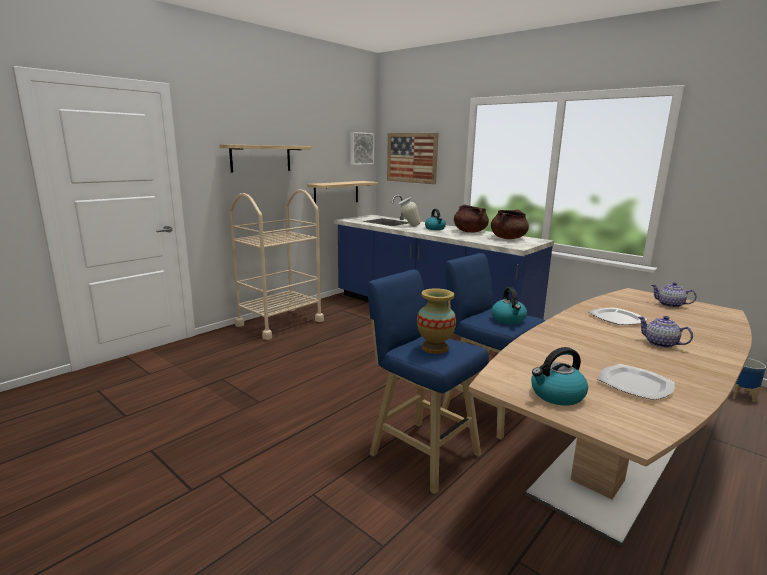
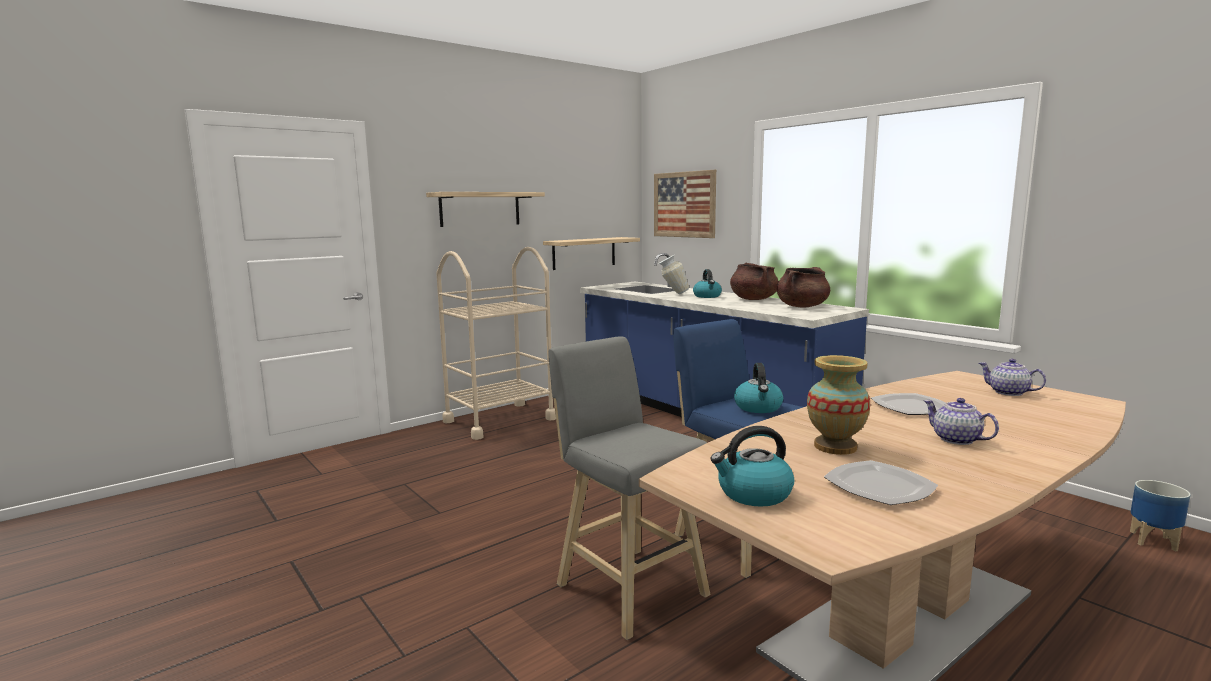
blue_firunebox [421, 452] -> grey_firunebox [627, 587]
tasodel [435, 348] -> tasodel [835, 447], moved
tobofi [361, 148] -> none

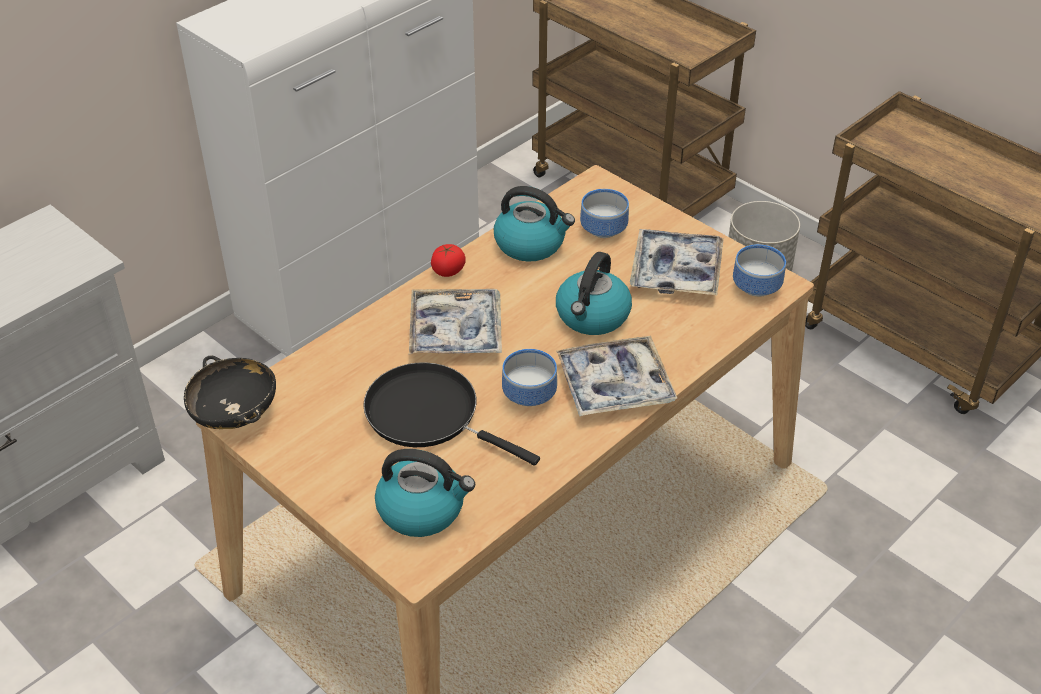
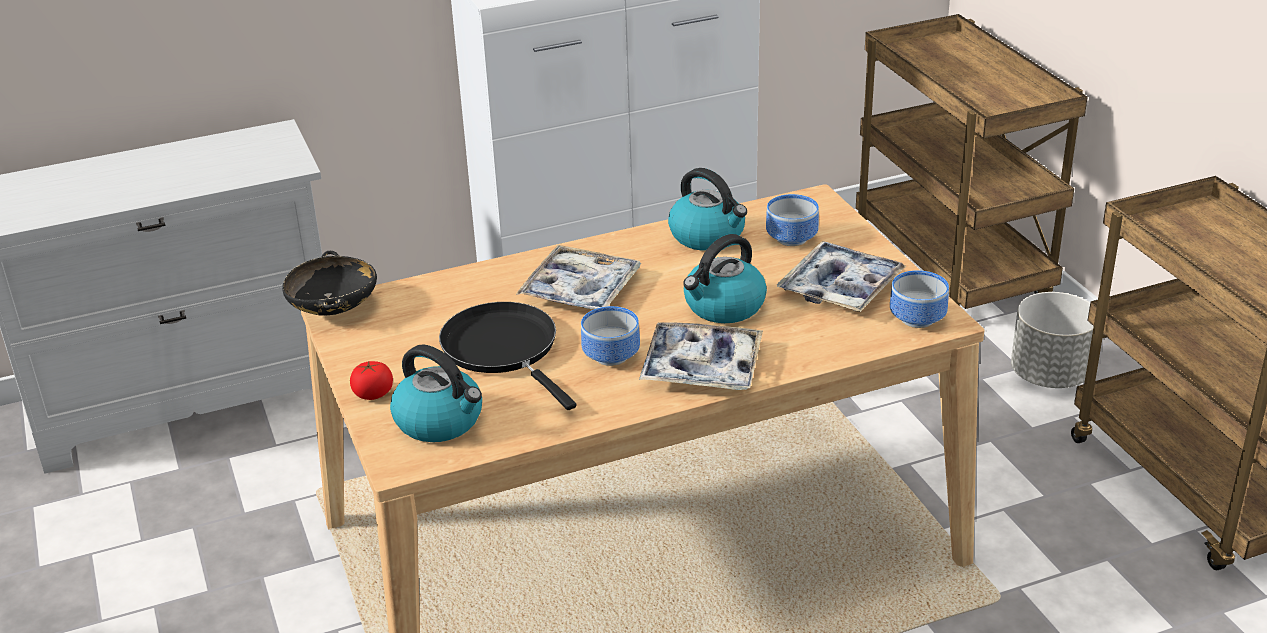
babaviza [448, 271] -> babaviza [373, 394], moved

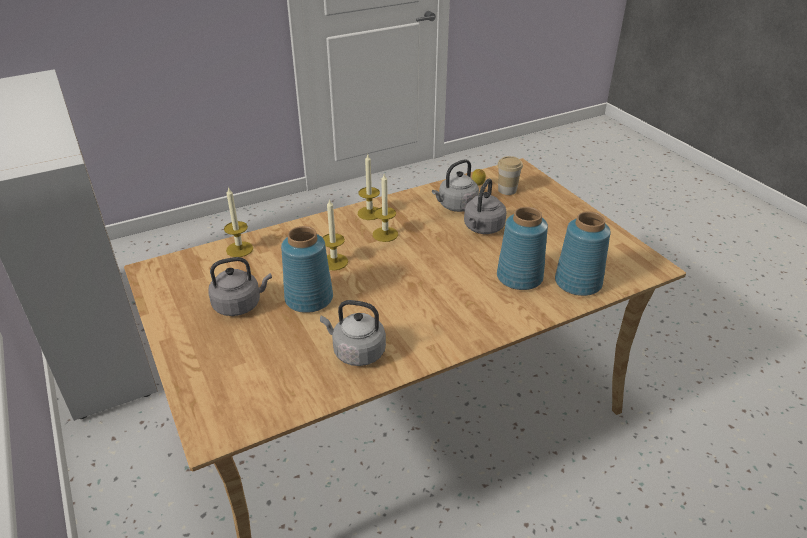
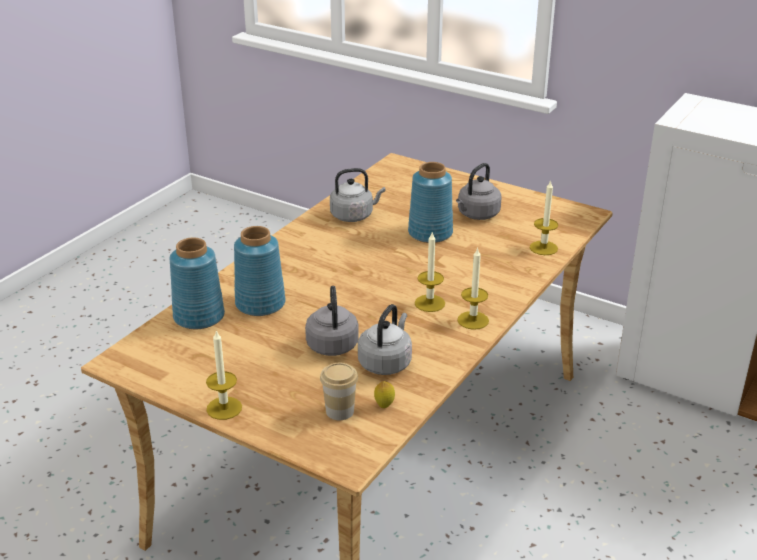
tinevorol [334, 262] -> tinevorol [224, 408], moved

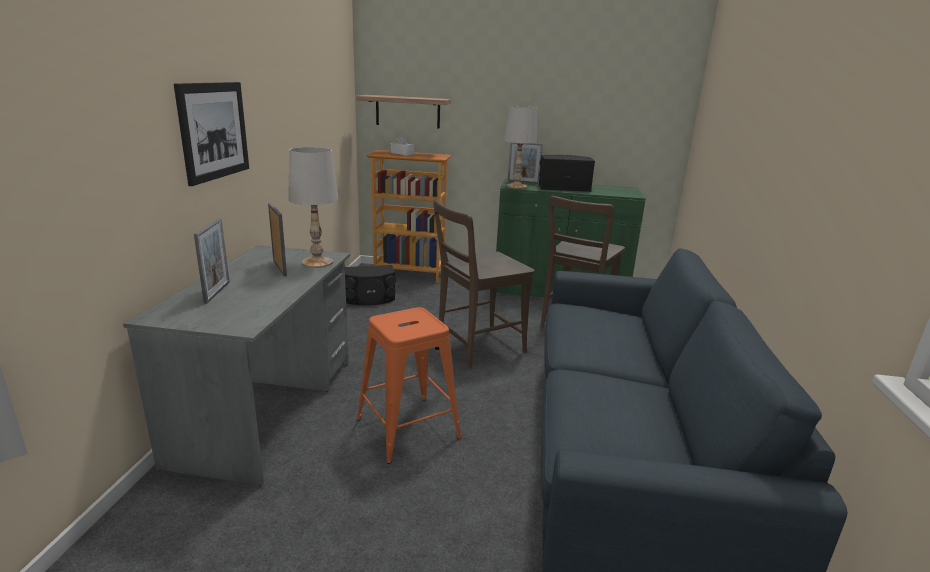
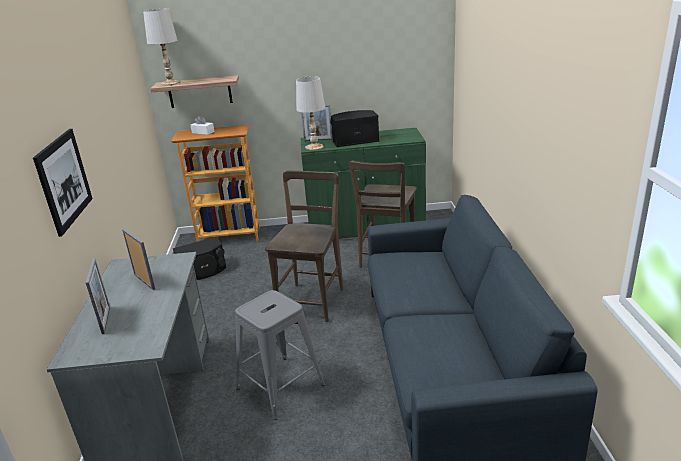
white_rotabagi [318, 262] -> white_rotabagi [171, 83], moved
orange_firunebox [408, 428] -> grey_firunebox [280, 386]
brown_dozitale [476, 347] -> brown_dozitale [312, 300], 150 degrees clockwise

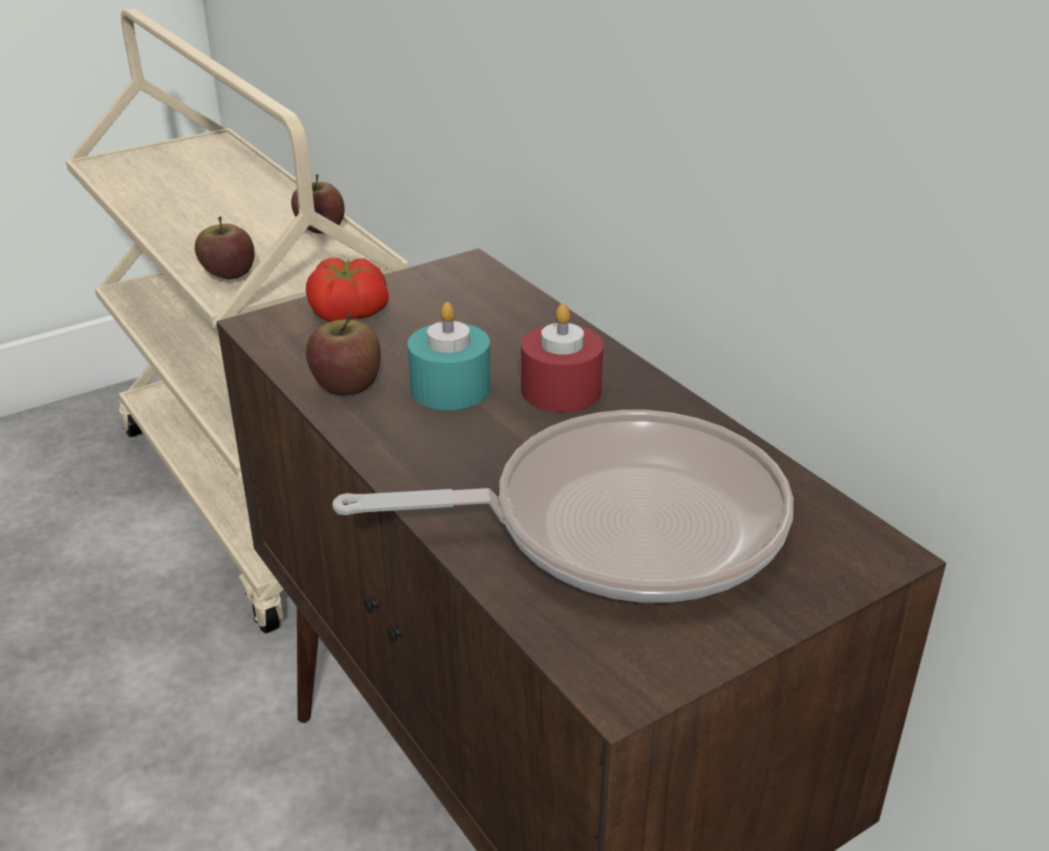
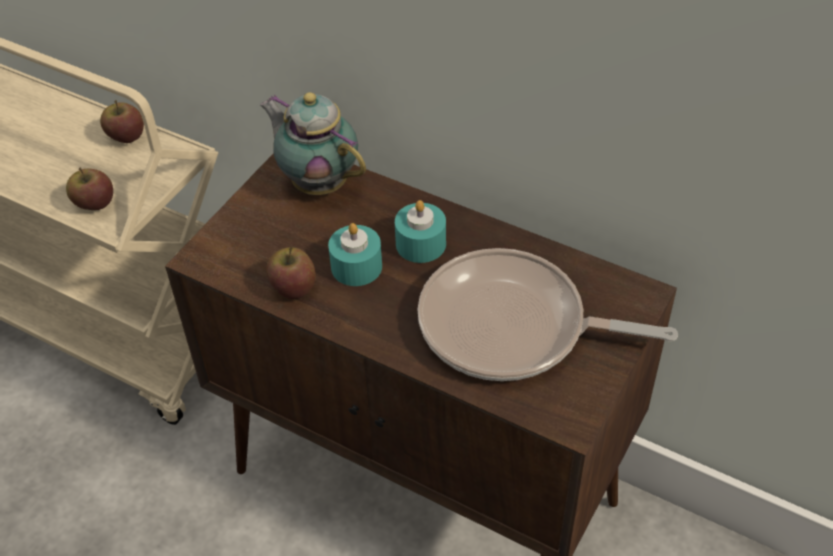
none -> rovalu [318, 182]
red_tinevorol [561, 390] -> turquoise_tinevorol [421, 244]
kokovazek [619, 524] -> kokovazek [512, 327], 135 degrees counterclockwise
babaviza [346, 316] -> none

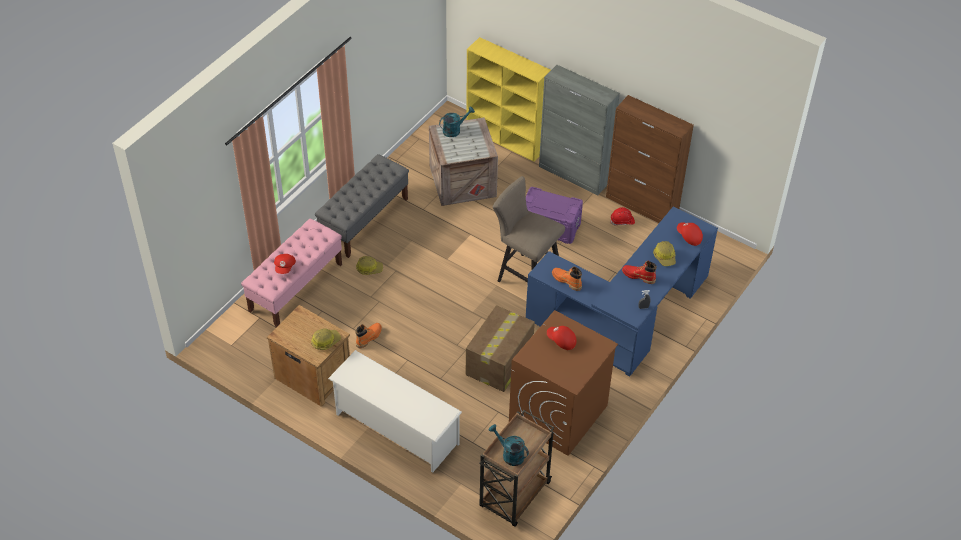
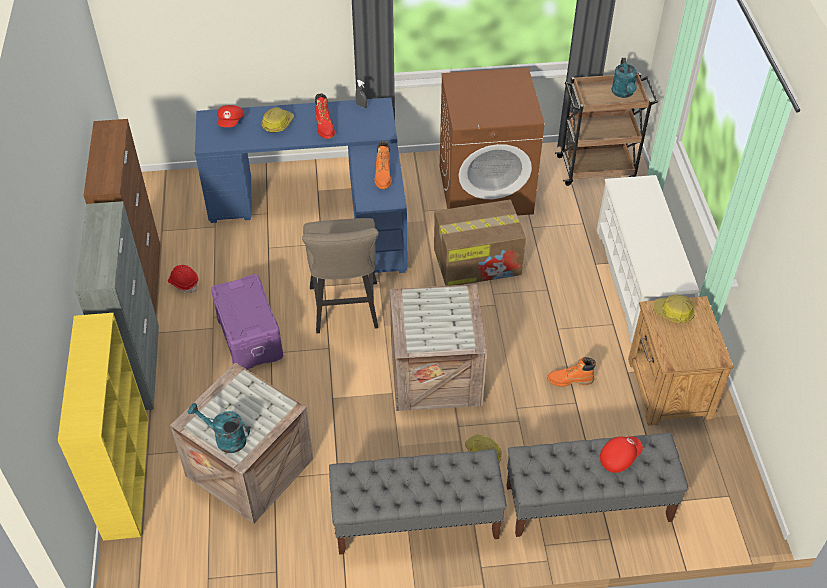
none -> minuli [434, 374]
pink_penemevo [296, 287] -> grey_penemevo [587, 503]
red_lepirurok [561, 341] -> none

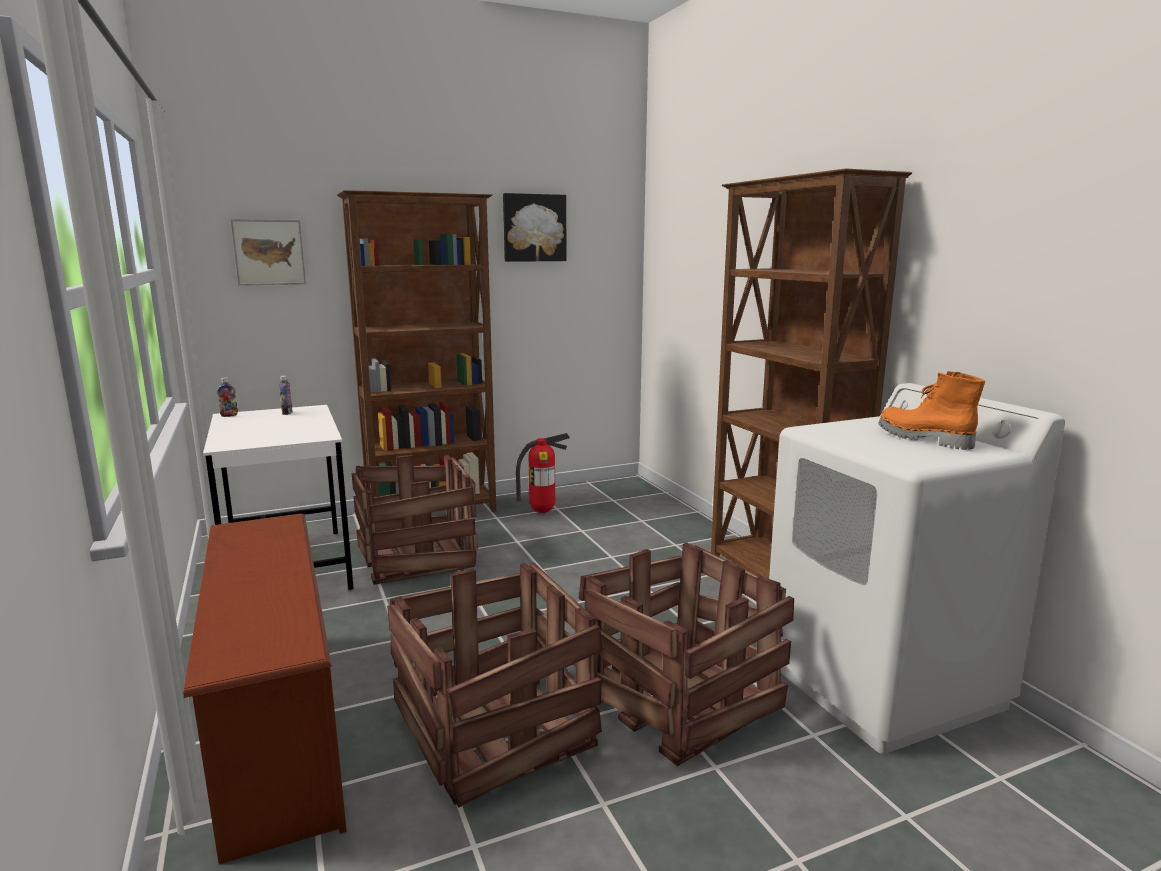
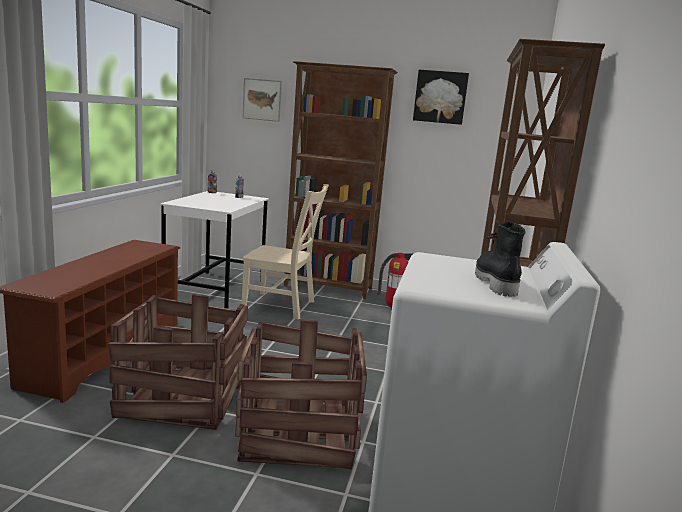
minuli [416, 557] -> beige_dozitale [282, 306]
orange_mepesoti [922, 439] -> black_mepesoti [494, 282]

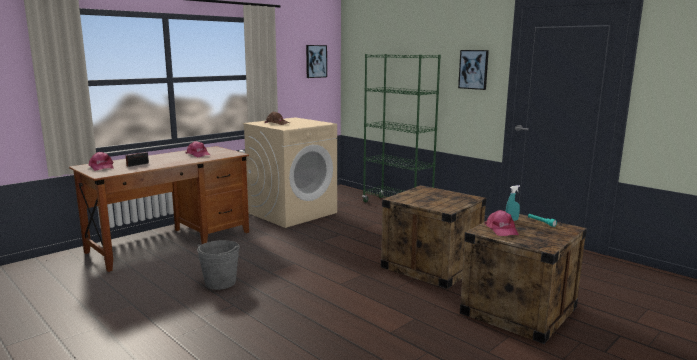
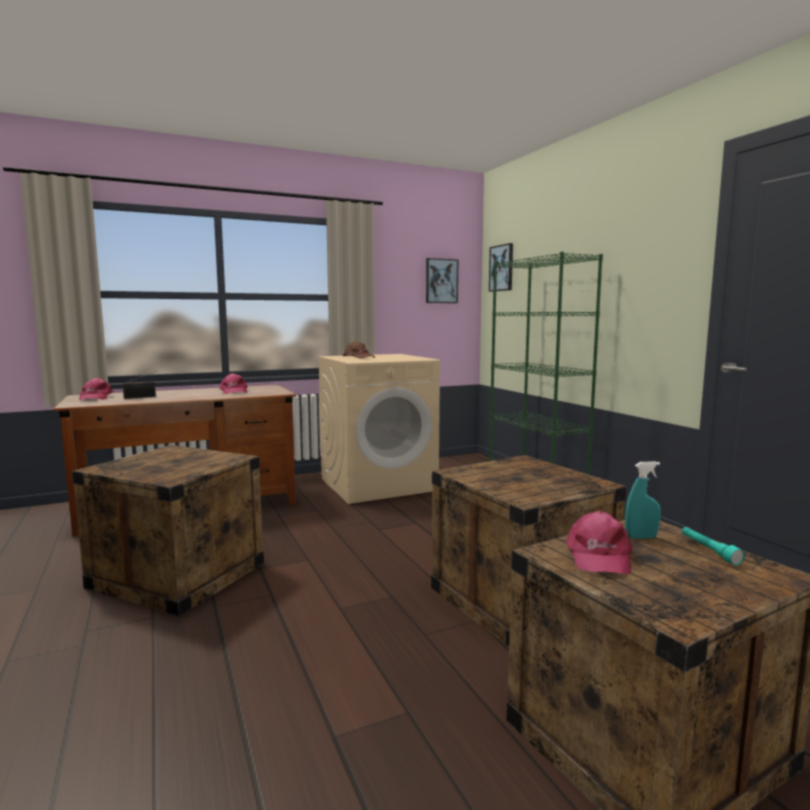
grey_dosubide [220, 283] -> minuli [177, 575]
tobofi [473, 69] -> tobofi [501, 268], moved

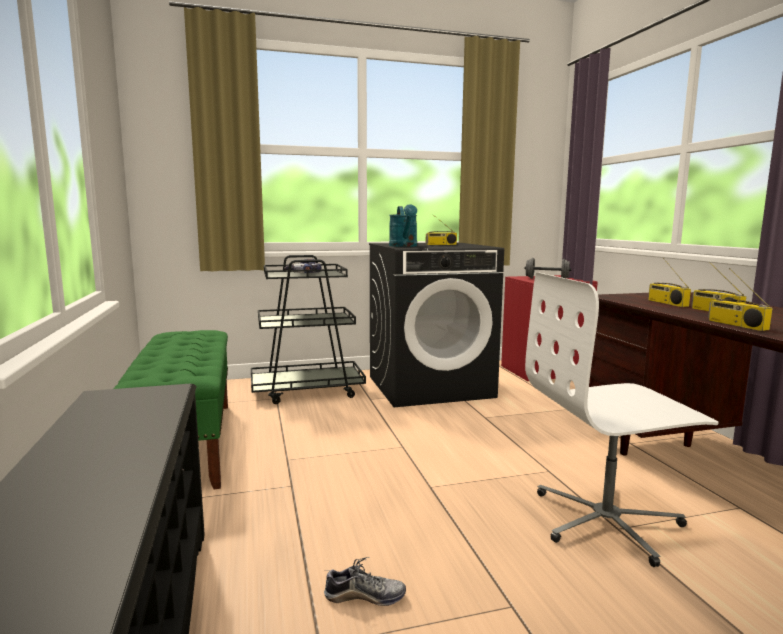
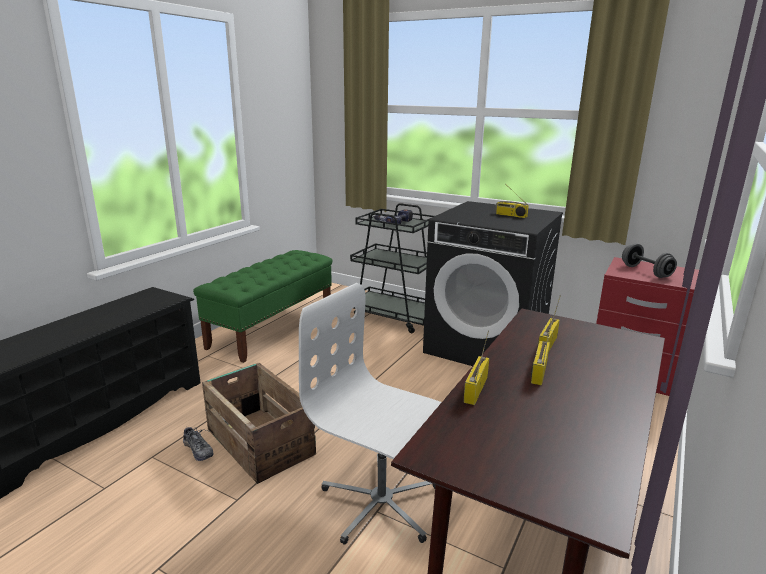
none -> minuli [260, 441]
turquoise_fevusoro [404, 246] -> none

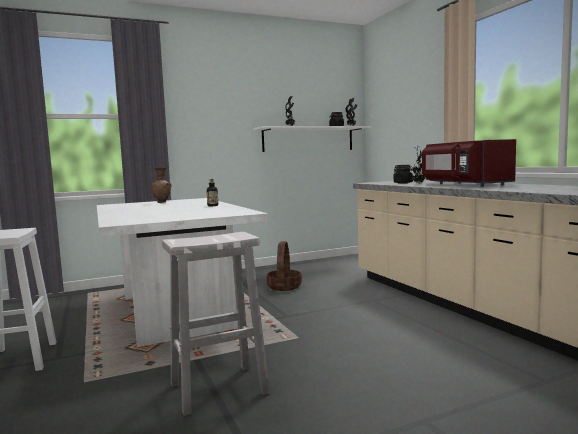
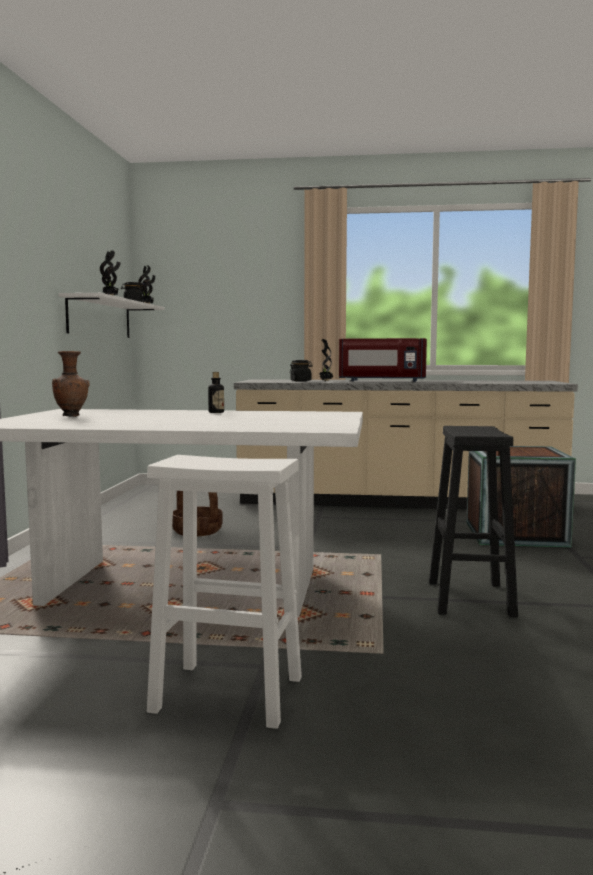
white_firunebox [217, 389] -> black_firunebox [471, 599]
none -> minuli [515, 534]

